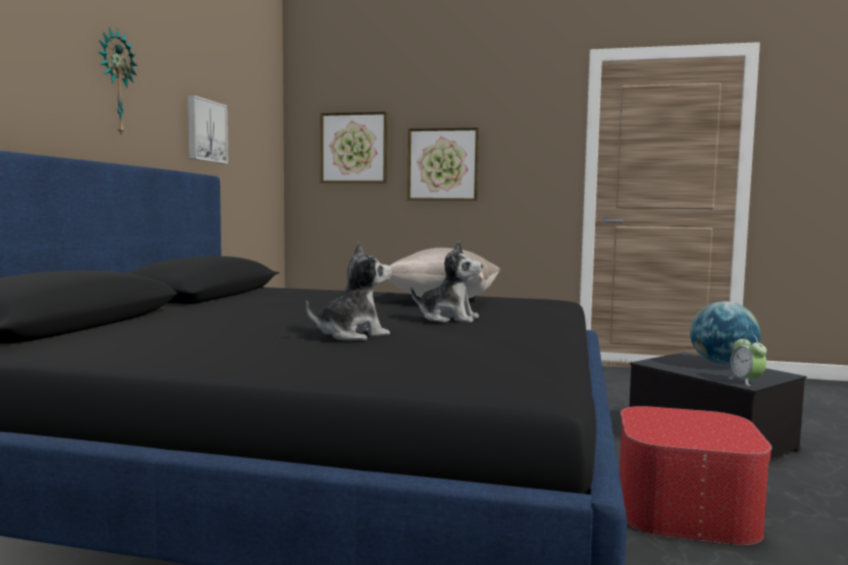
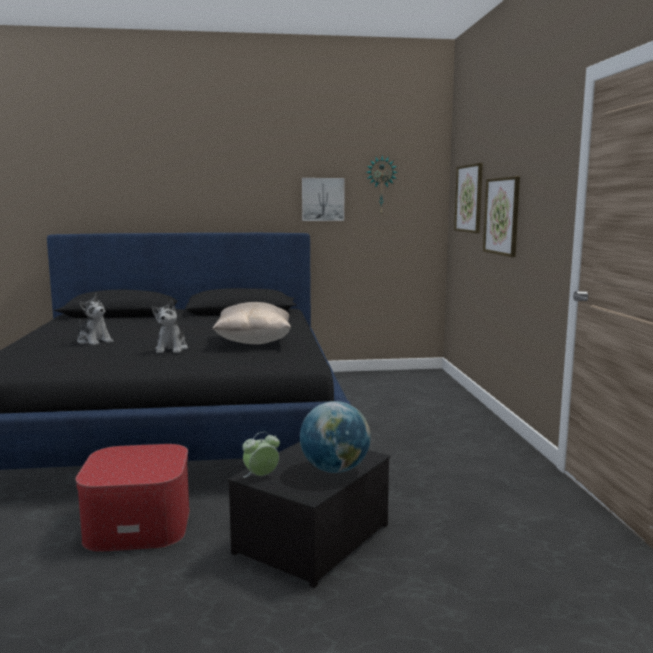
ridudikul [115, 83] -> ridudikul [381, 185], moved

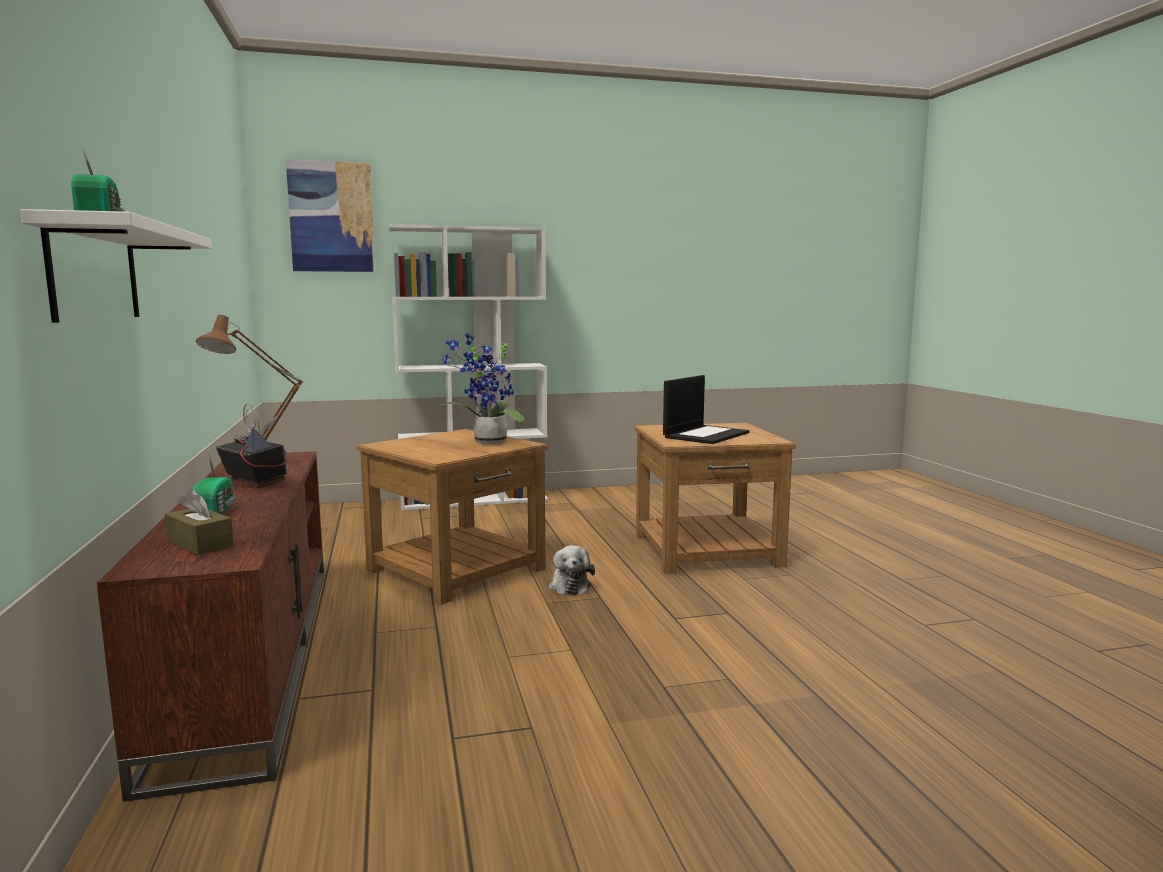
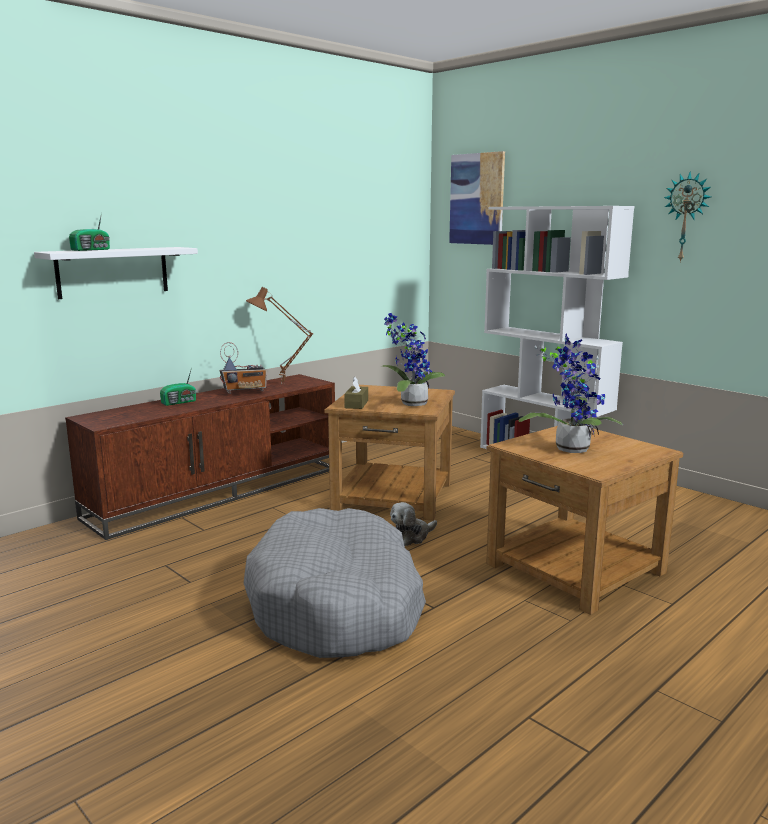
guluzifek [254, 481] -> guluzifek [245, 392], 60 degrees clockwise
none -> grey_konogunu [337, 605]
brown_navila [200, 544] -> brown_navila [356, 404], moved
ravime [706, 435] -> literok [570, 447]
none -> ridudikul [686, 217]

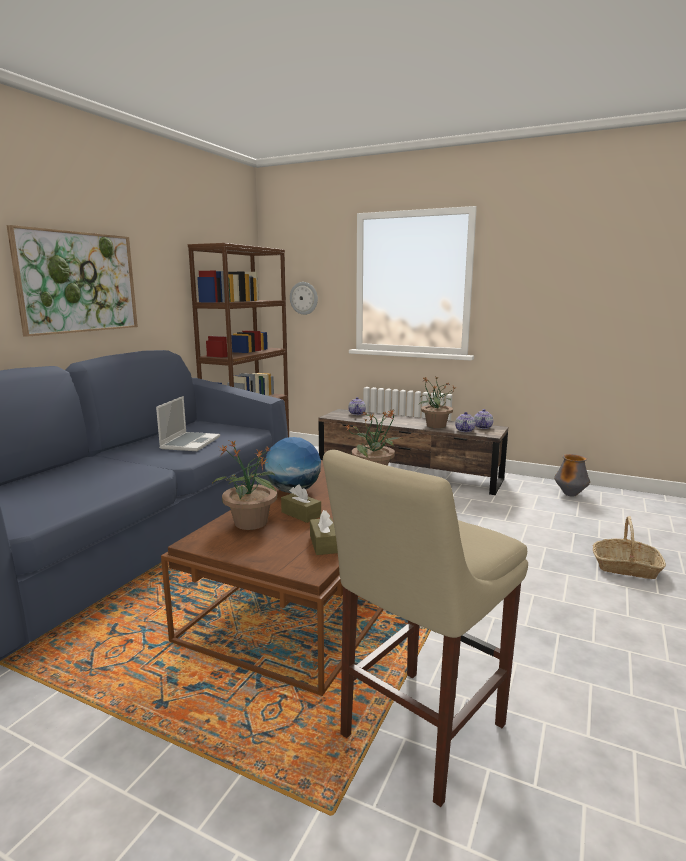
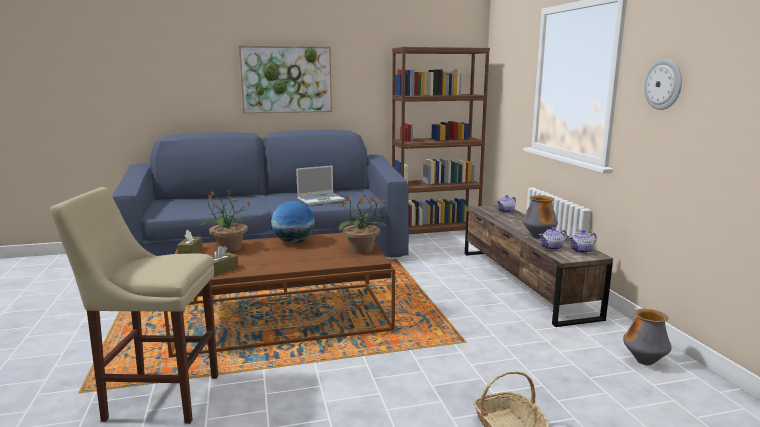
brown_navila [301, 514] -> brown_navila [190, 252], moved
literok [435, 426] -> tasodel [538, 237]
ridudikul [304, 298] -> ridudikul [663, 84], moved

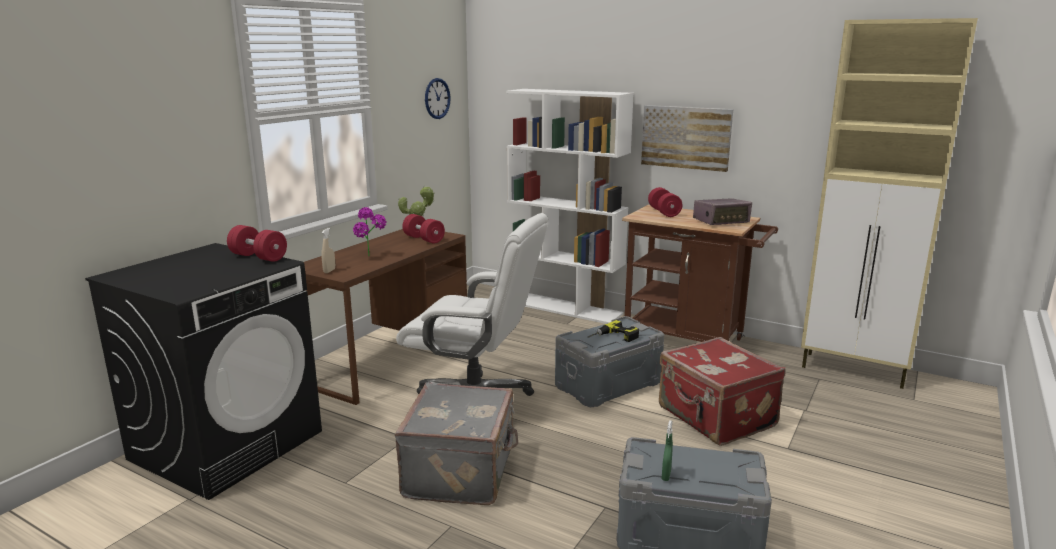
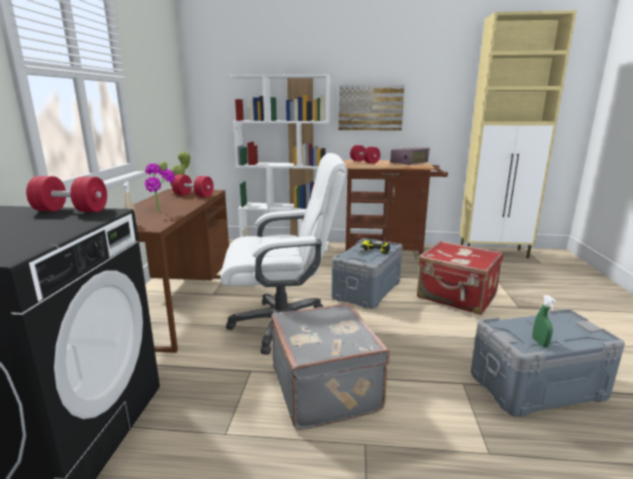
ridudikul [437, 98] -> none

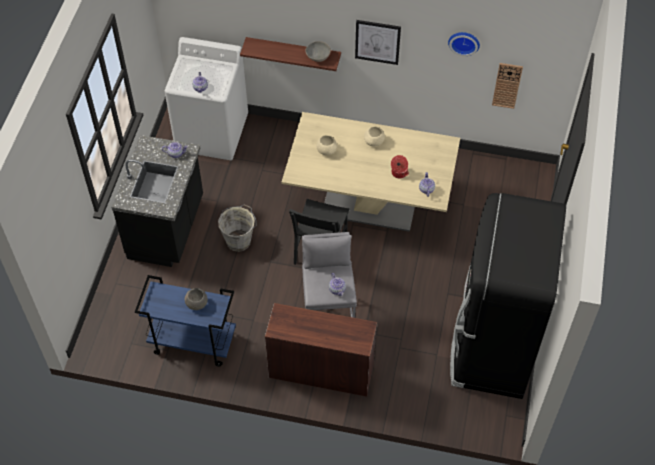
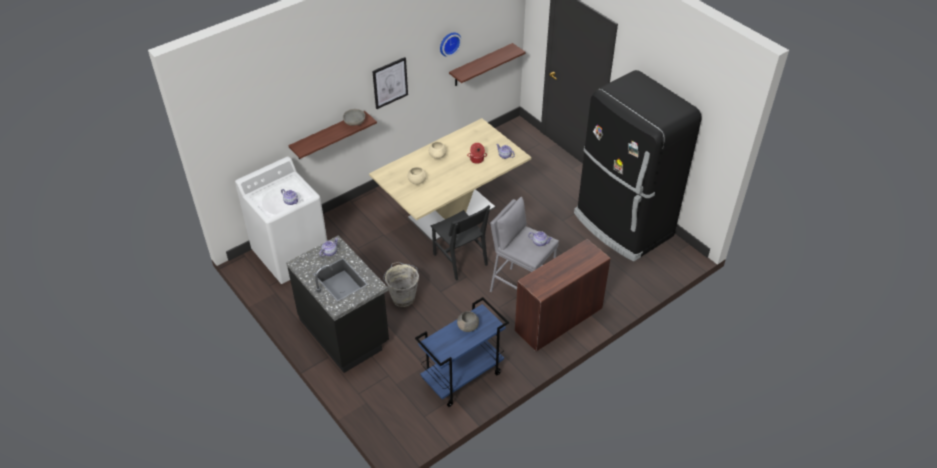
ridudikul [507, 85] -> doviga [481, 65]

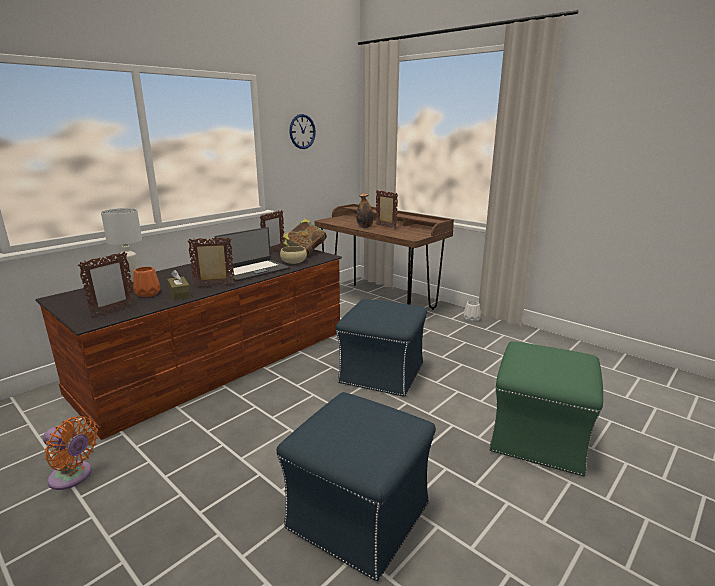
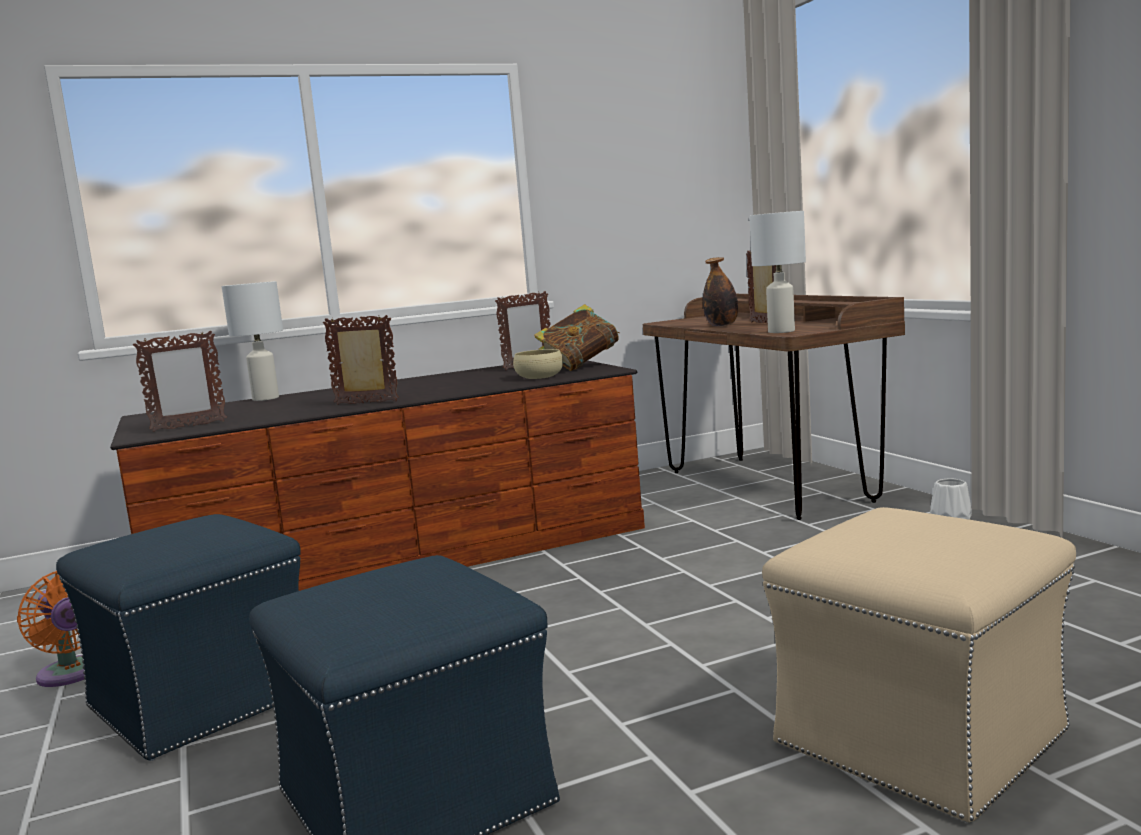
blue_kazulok [382, 374] -> blue_kazulok [203, 700], moved
none -> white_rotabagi [780, 331]
green_kazulok [538, 437] -> beige_kazulok [921, 736]
orange_tasodel [148, 293] -> none
brown_navila [179, 294] -> none
ravime [253, 270] -> none
ridudikul [302, 131] -> none

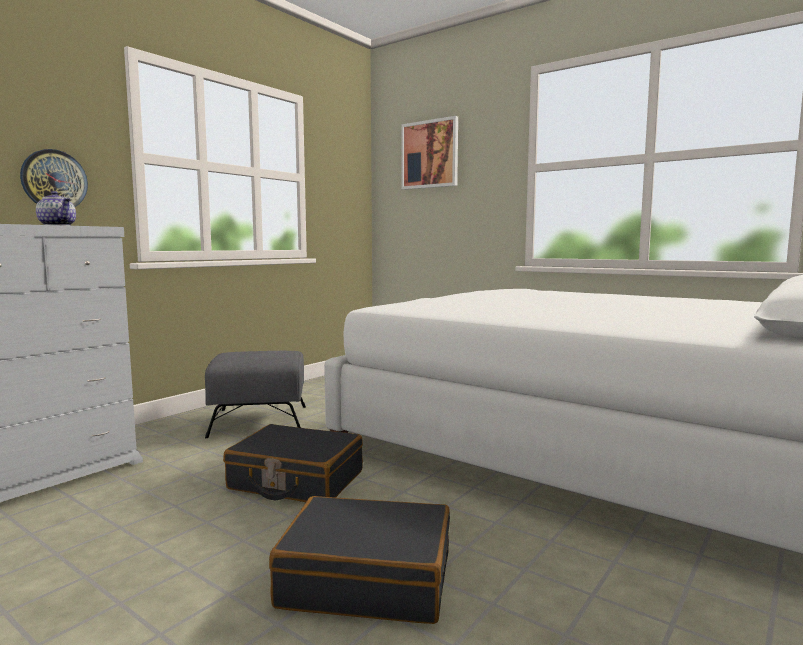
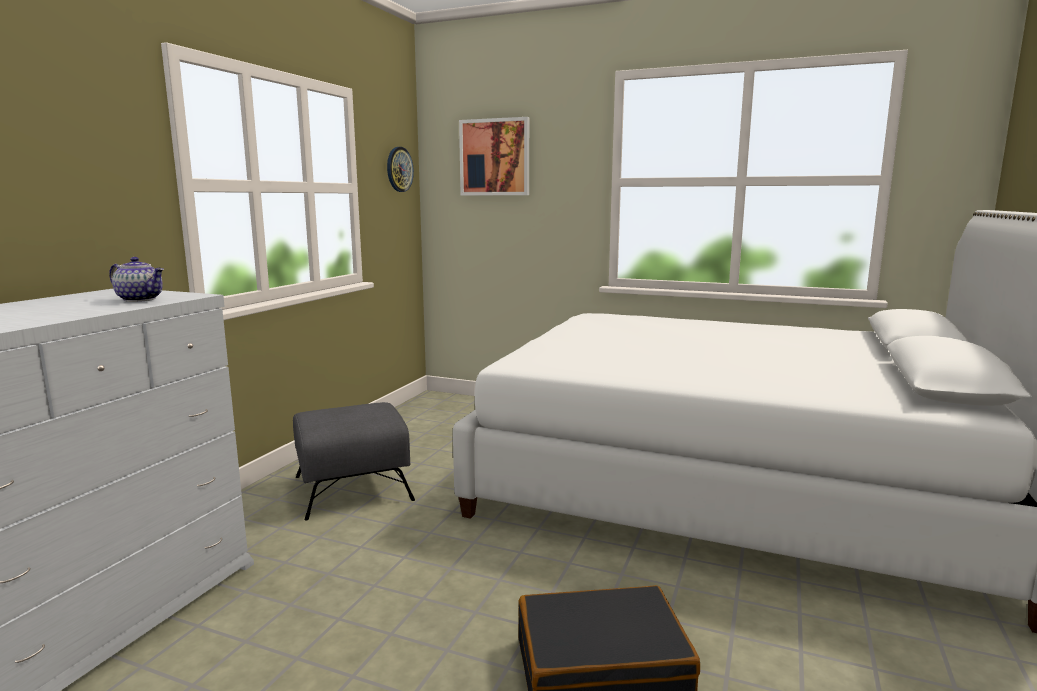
ridudikul [54, 180] -> ridudikul [399, 169], moved
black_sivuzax [296, 481] -> none

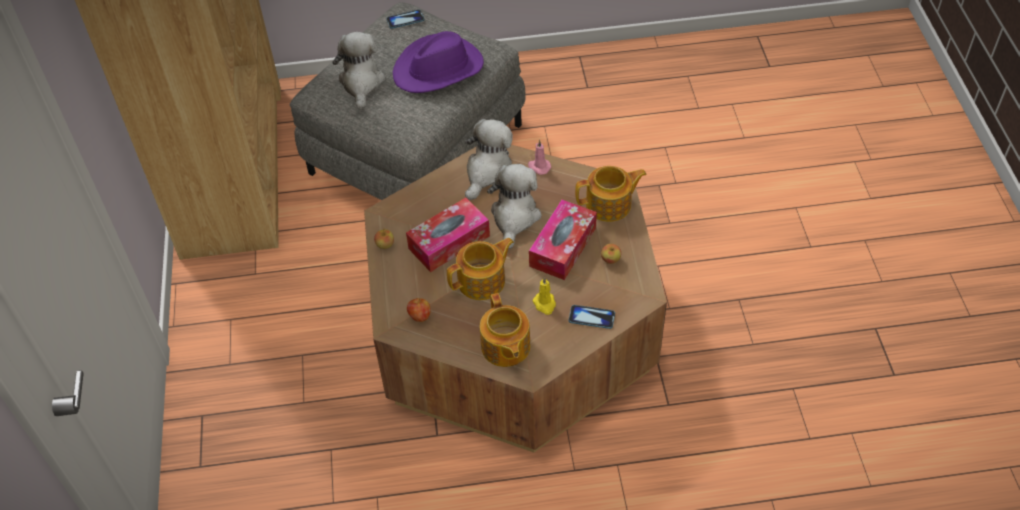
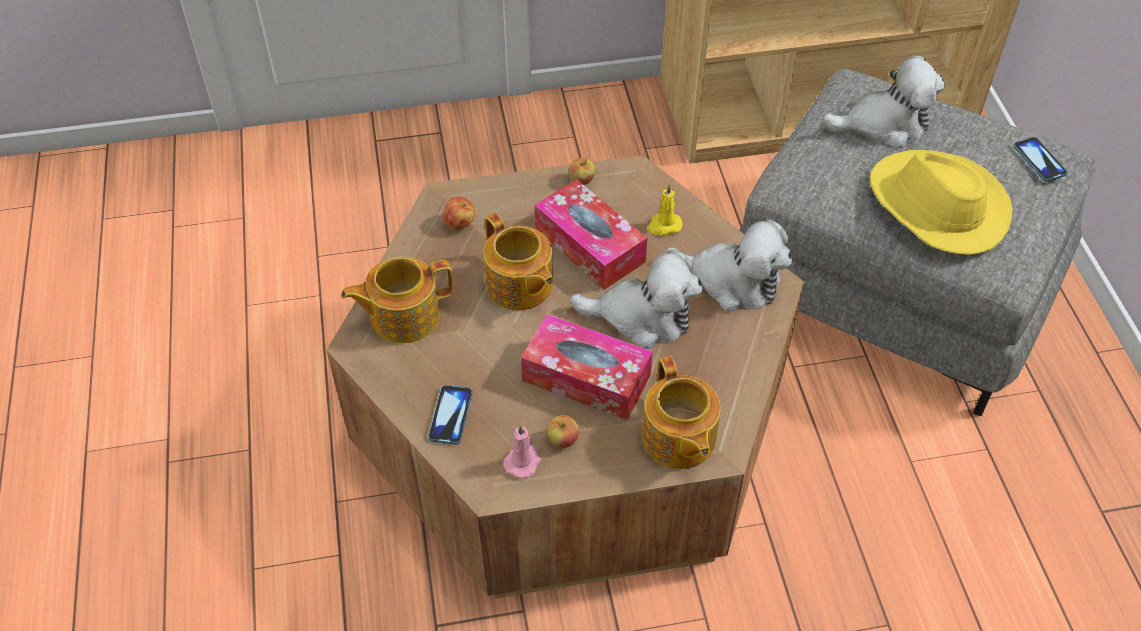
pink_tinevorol [538, 167] -> pink_tinevorol [523, 461], moved
yellow_tinevorol [545, 304] -> yellow_tinevorol [664, 226], moved
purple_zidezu [439, 69] -> yellow_zidezu [936, 206]

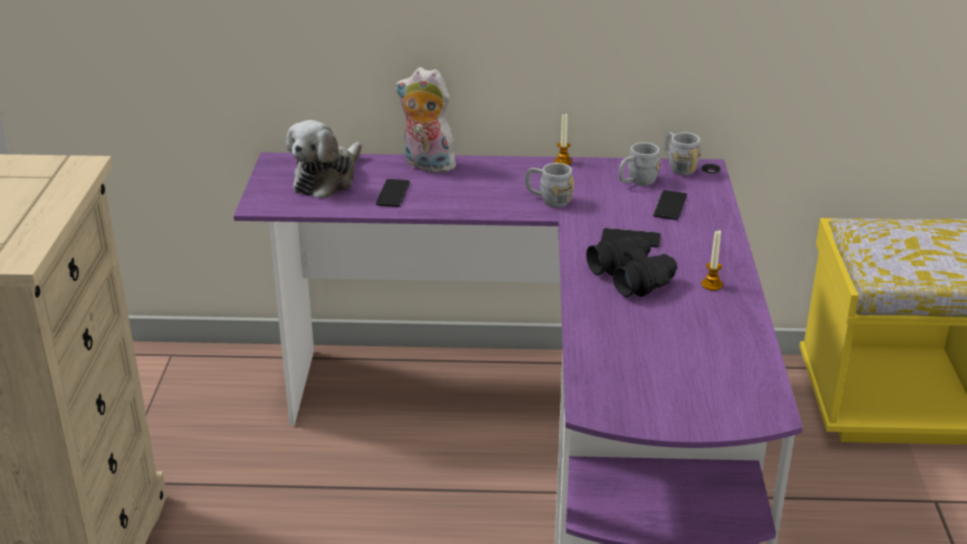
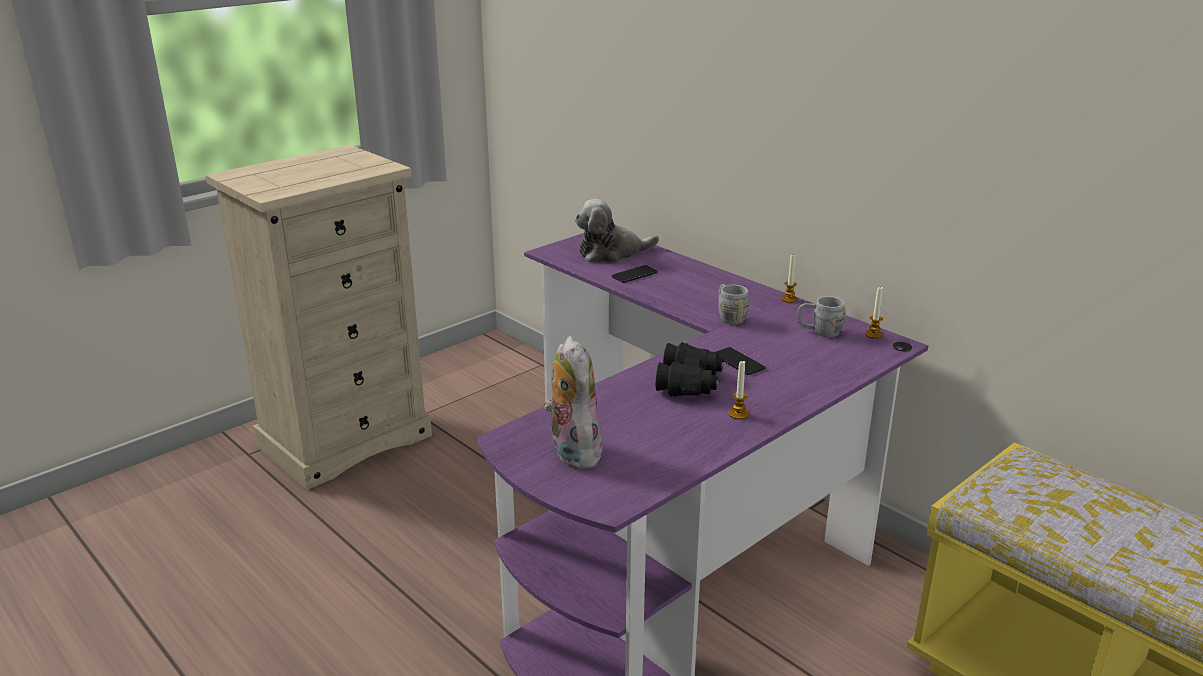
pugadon [426, 165] -> pugadon [572, 452], moved
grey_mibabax [678, 166] -> tinevorol [873, 334]
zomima [670, 206] -> none

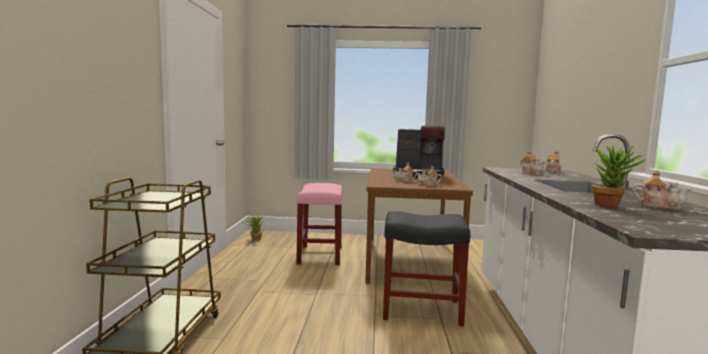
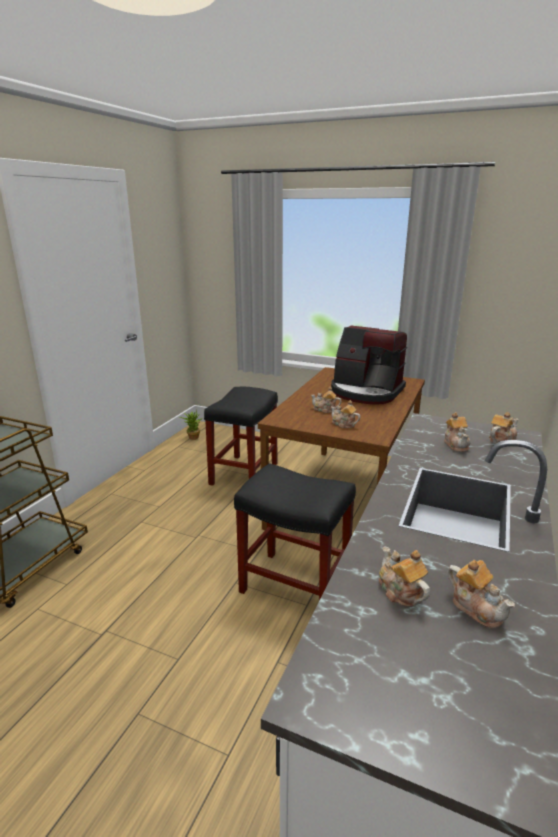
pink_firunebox [320, 255] -> black_firunebox [244, 473]
literok [611, 205] -> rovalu [400, 591]

